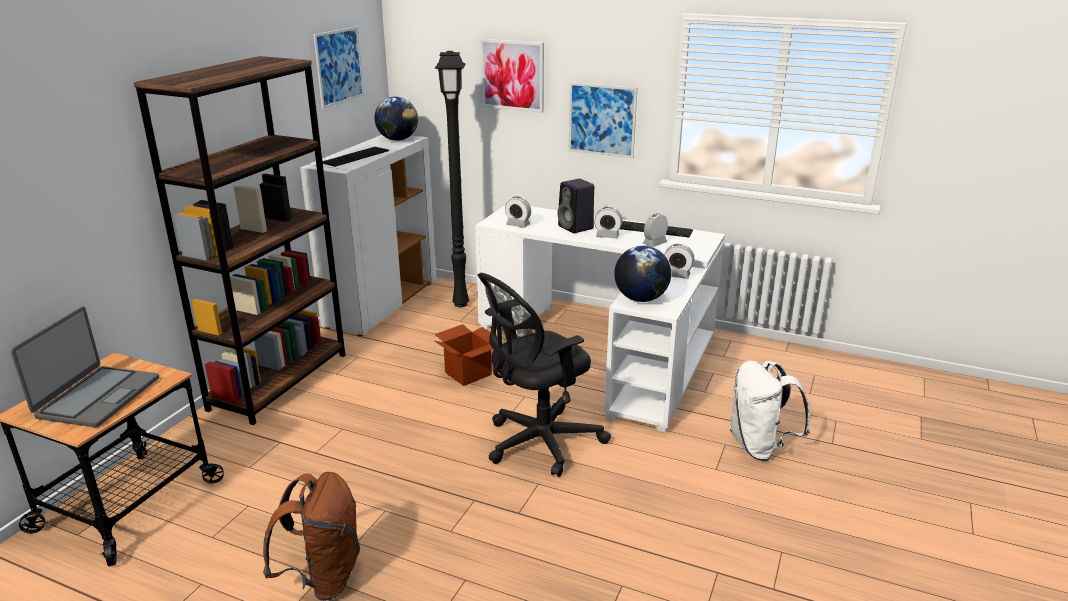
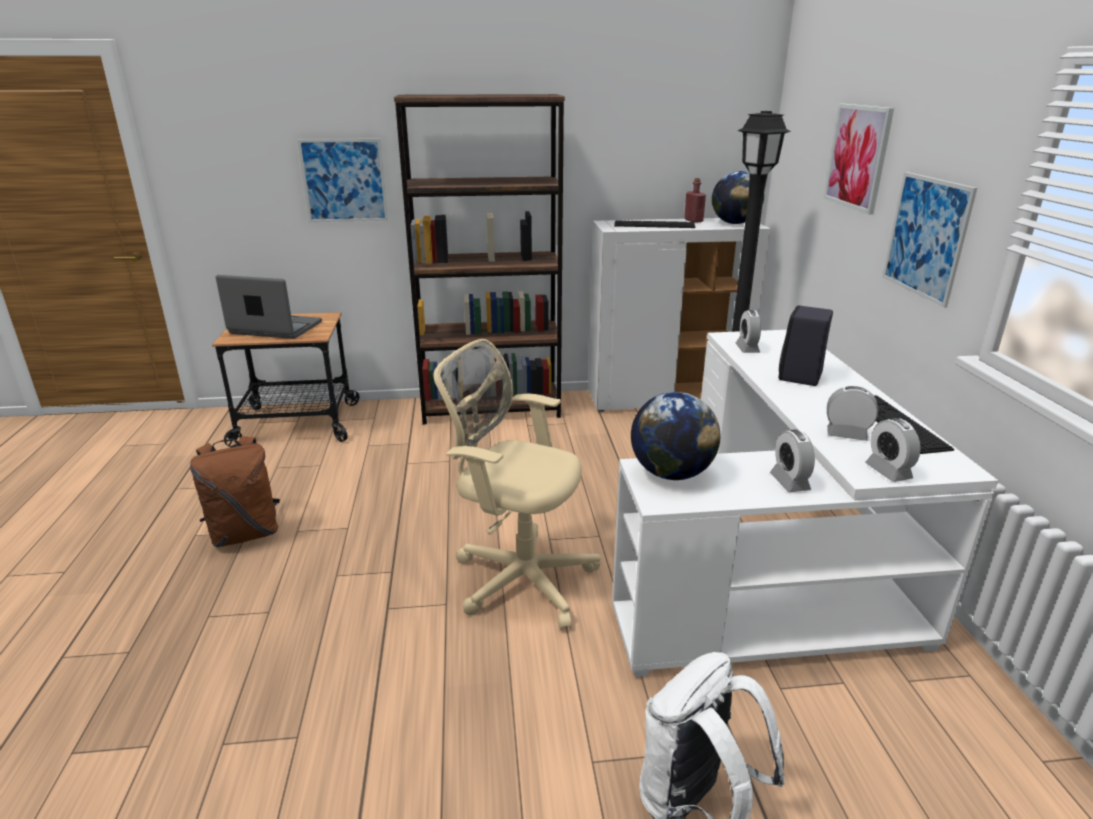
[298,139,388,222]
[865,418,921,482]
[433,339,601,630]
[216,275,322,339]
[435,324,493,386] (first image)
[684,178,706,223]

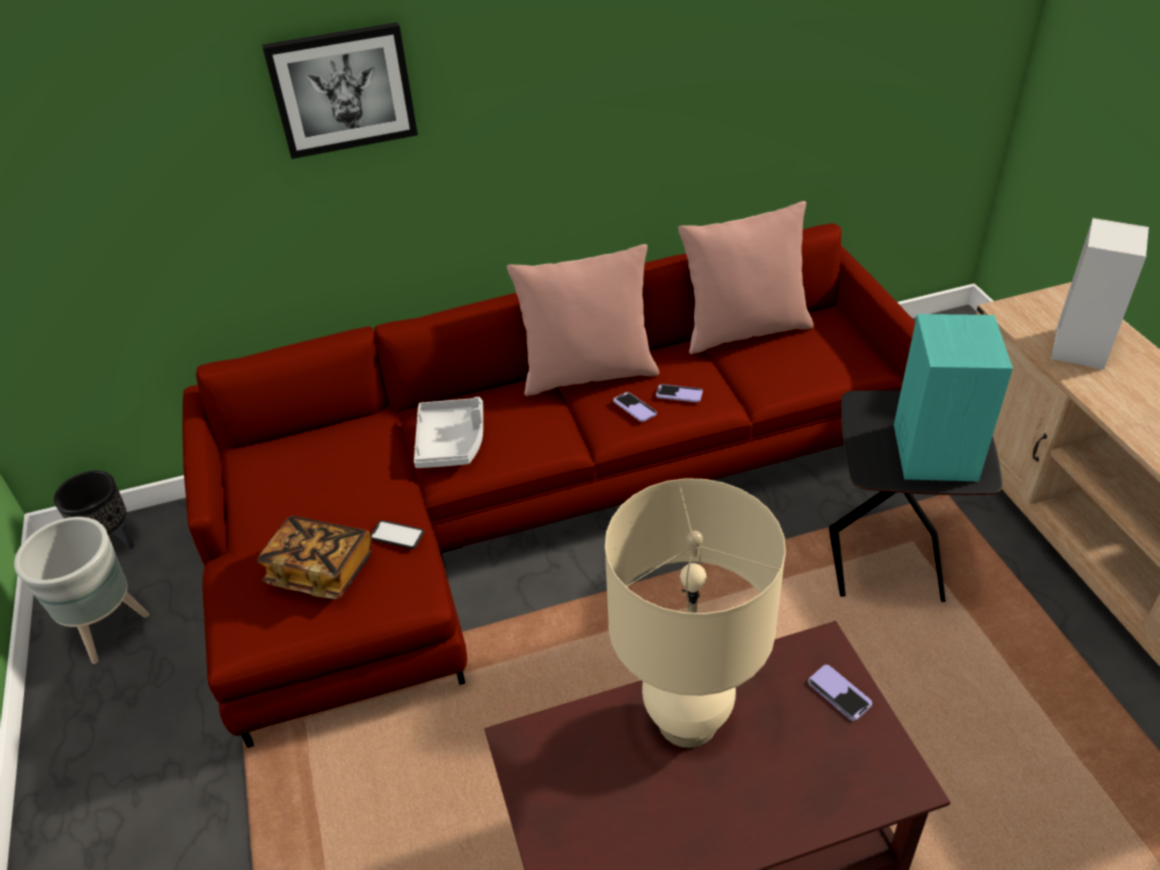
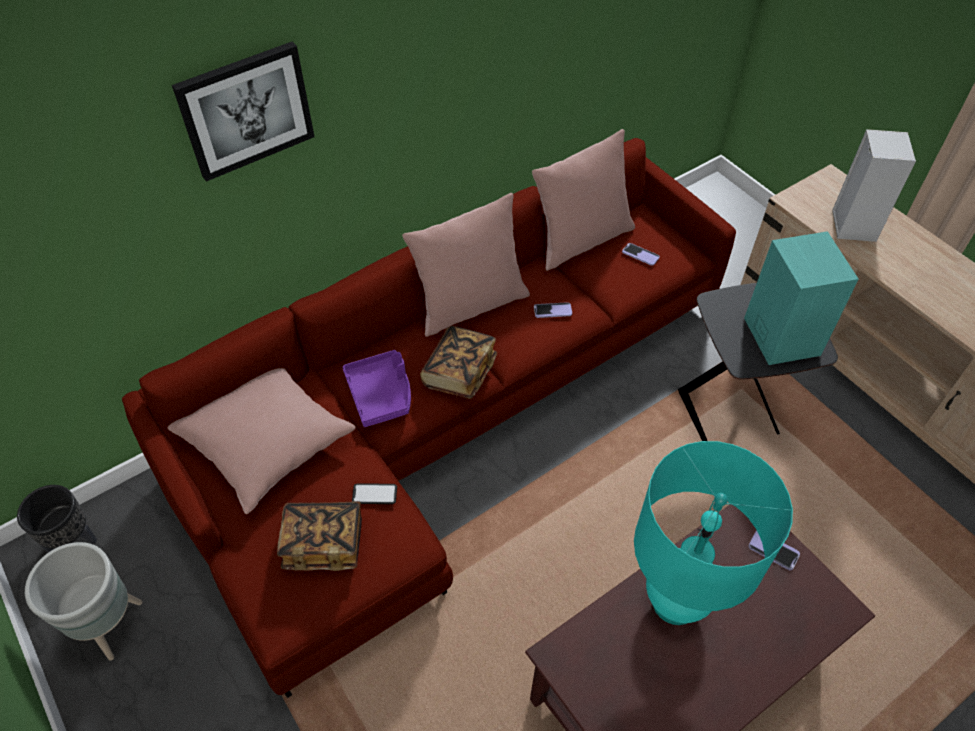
[622,243,660,266]
[342,350,411,427]
[634,441,793,625]
[420,326,497,399]
[167,368,356,514]

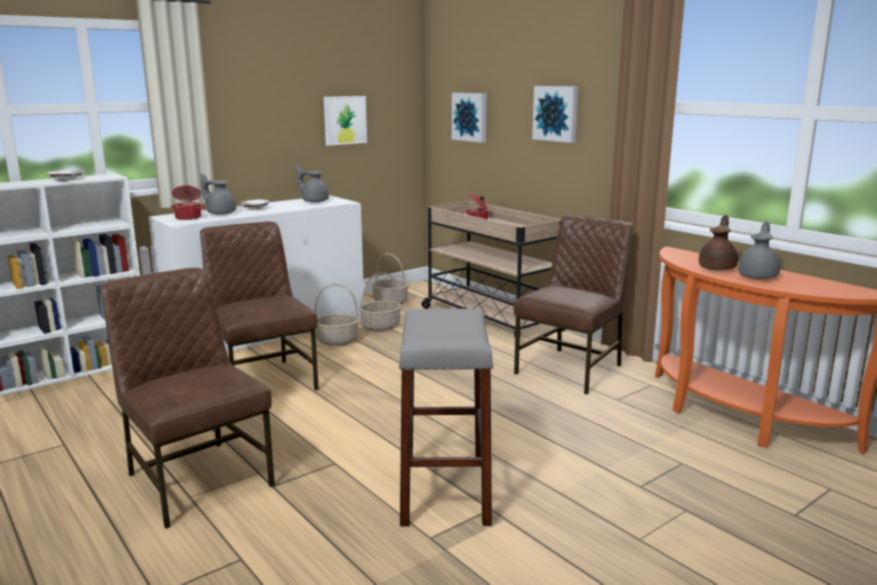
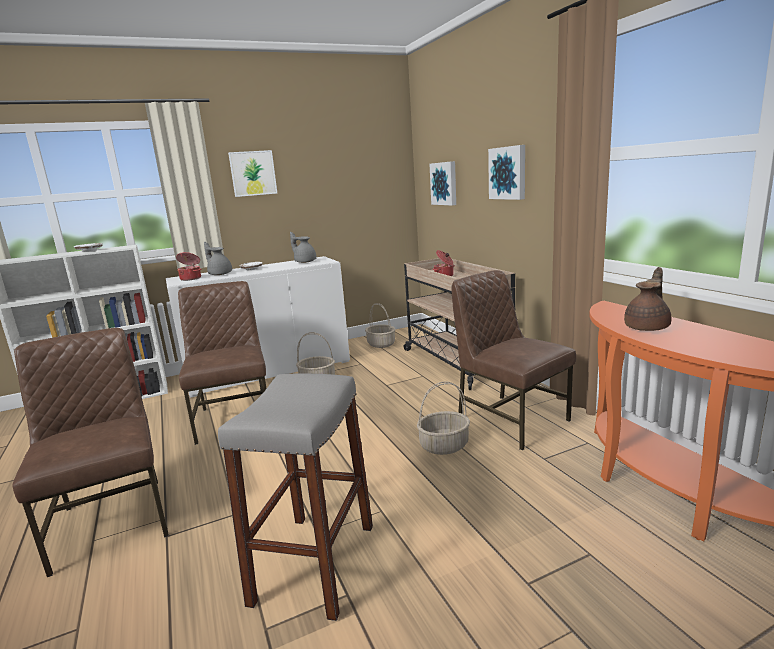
[228,150,277,197]
[451,270,576,450]
[738,221,780,279] (first image)
[417,381,470,455]

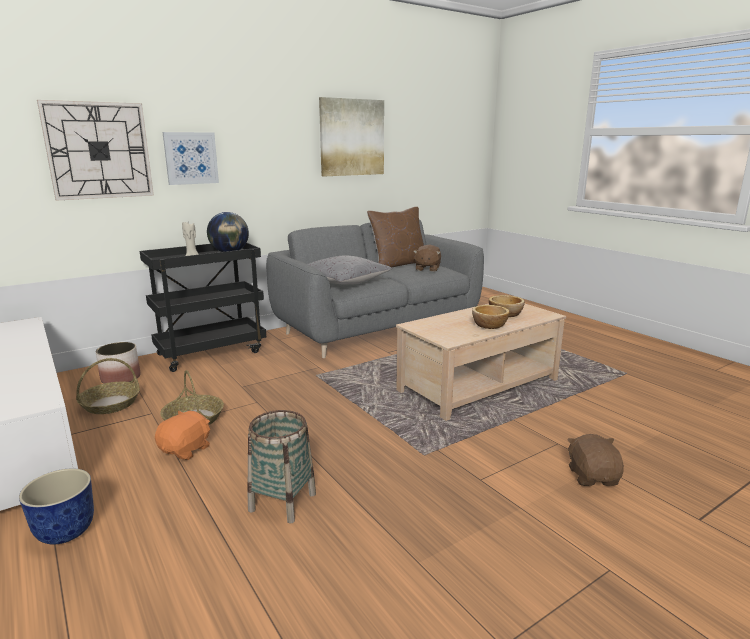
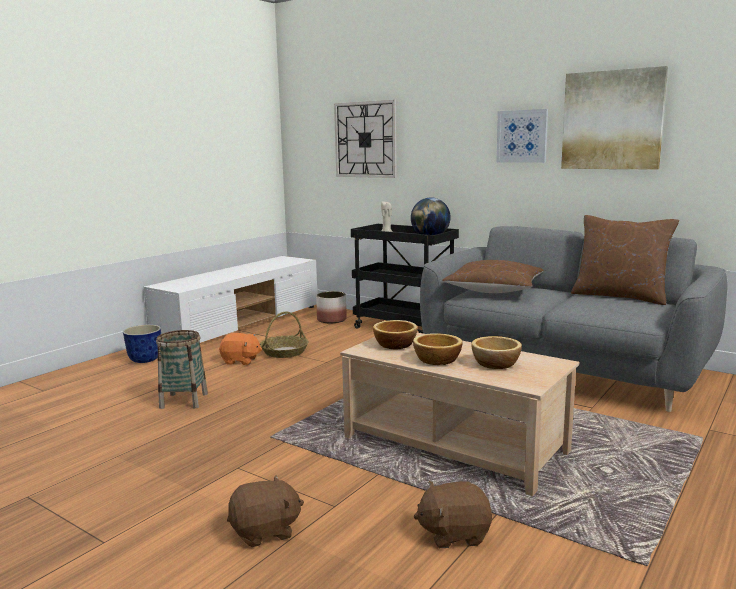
[496,109,548,163]
[413,481,492,548]
[442,260,543,293]
[76,358,140,414] (first image)
[373,320,417,350]

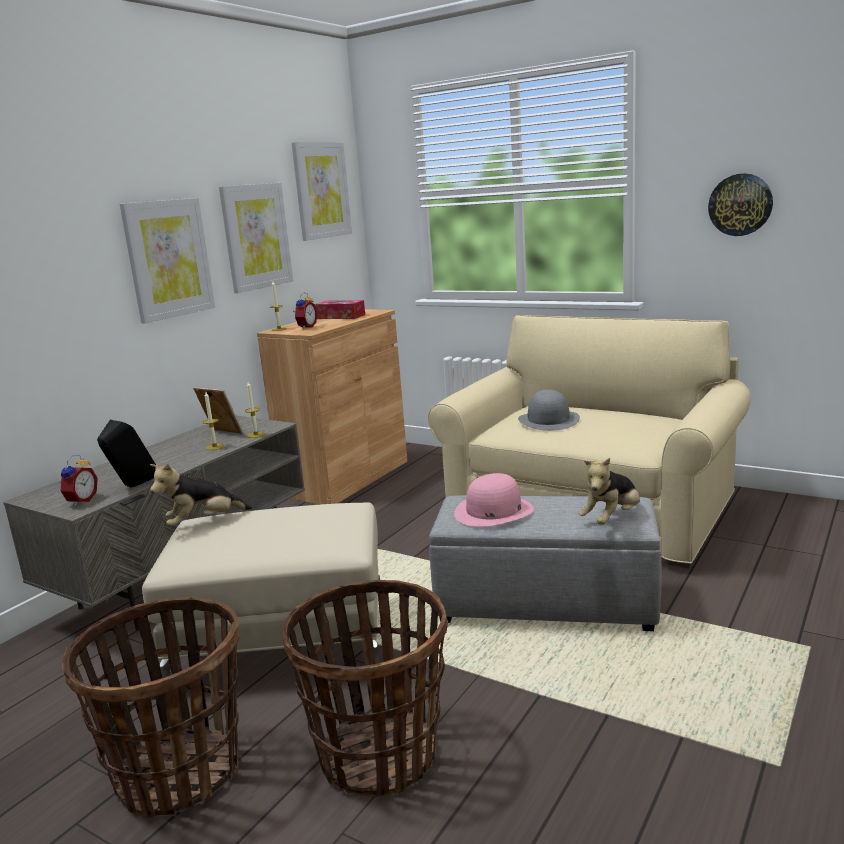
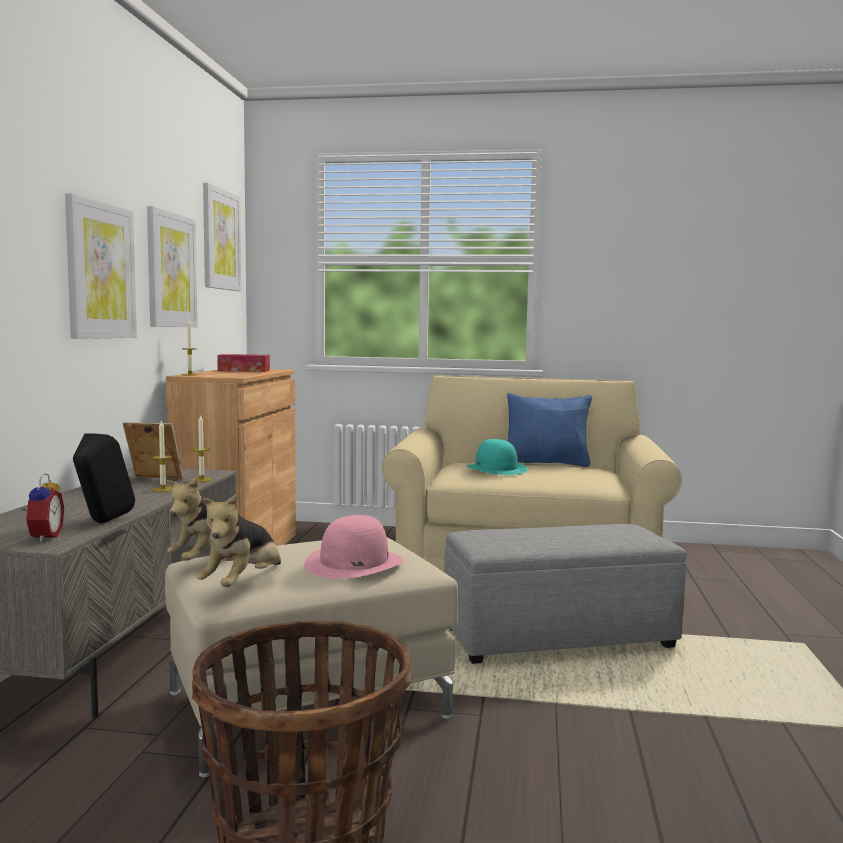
[708,173,773,236] (first image)
[293,292,317,329] (first image)
[466,439,528,475]
[196,494,281,587]
[304,515,403,579]
[282,580,448,797] (first image)
[507,393,592,467]

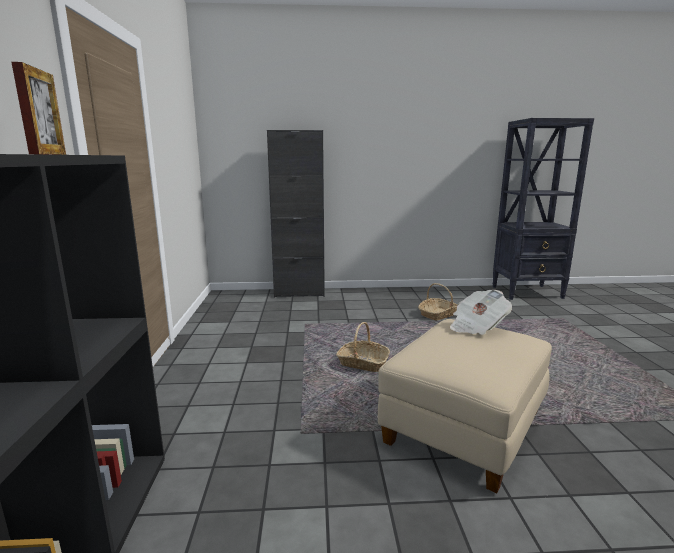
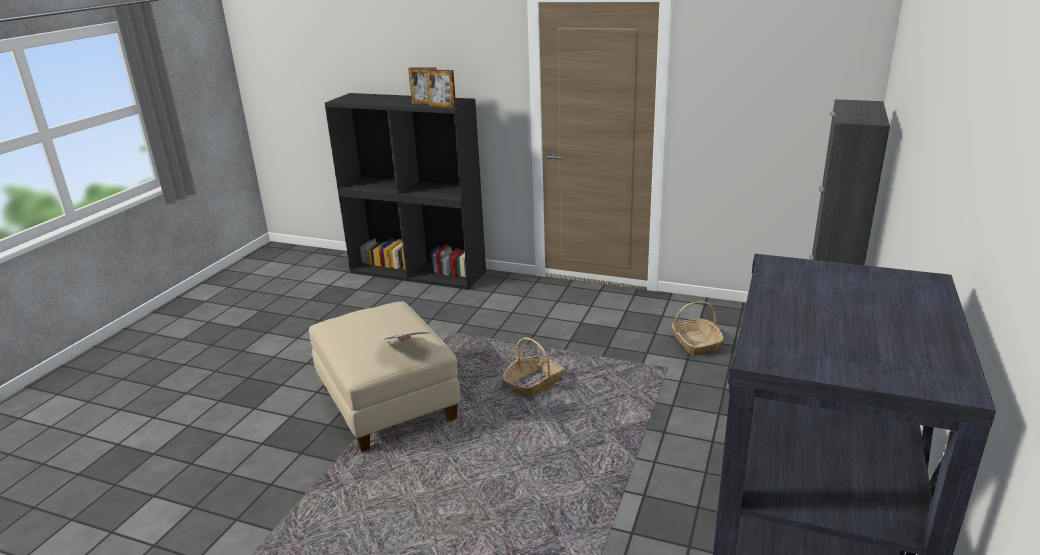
[671,301,723,355]
[426,69,456,108]

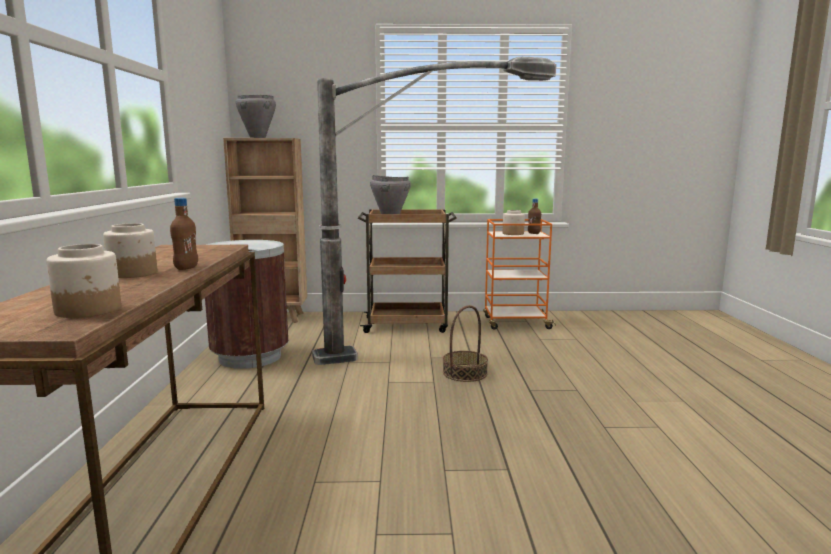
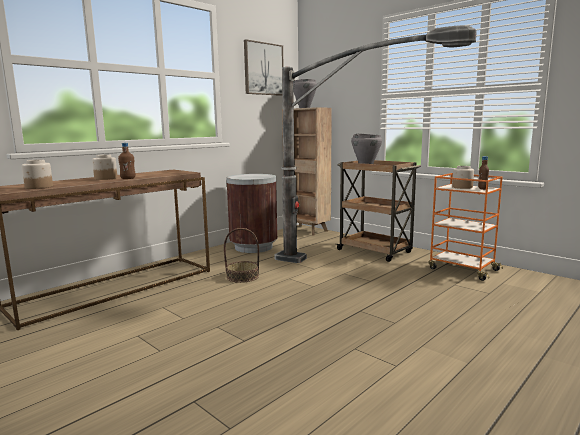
[224,228,259,283]
[244,39,284,96]

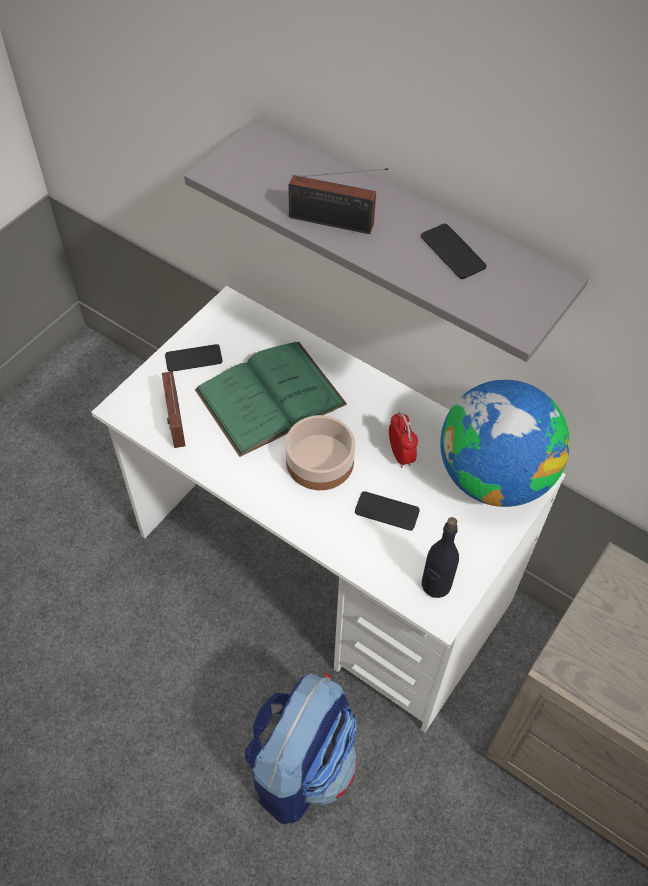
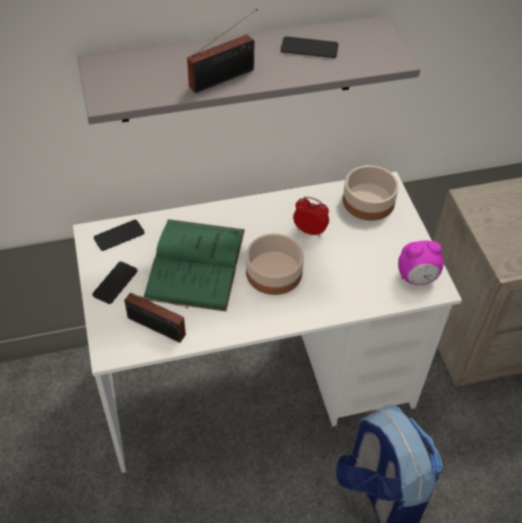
[343,165,399,221]
[94,220,145,251]
[398,240,444,285]

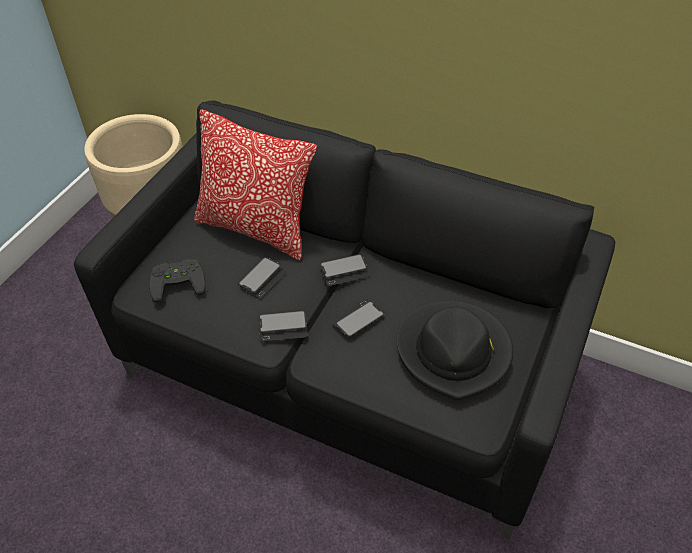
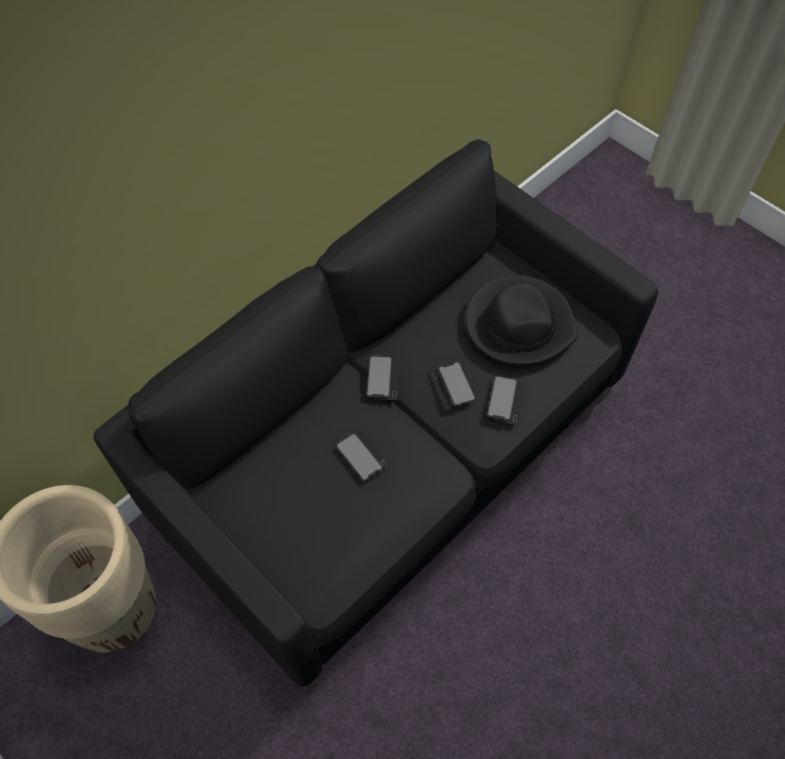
[194,109,317,261] (first image)
[149,259,206,302] (first image)
[487,376,525,425]

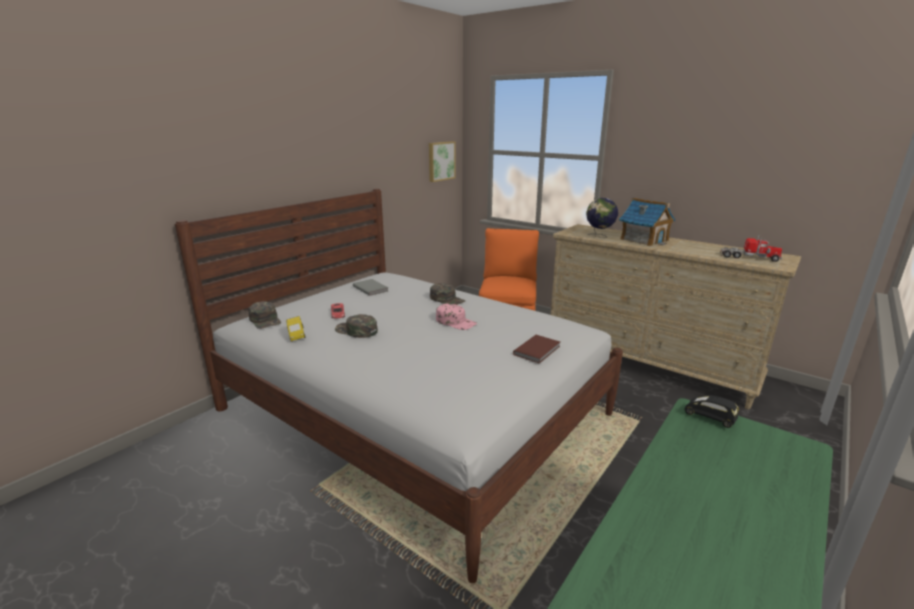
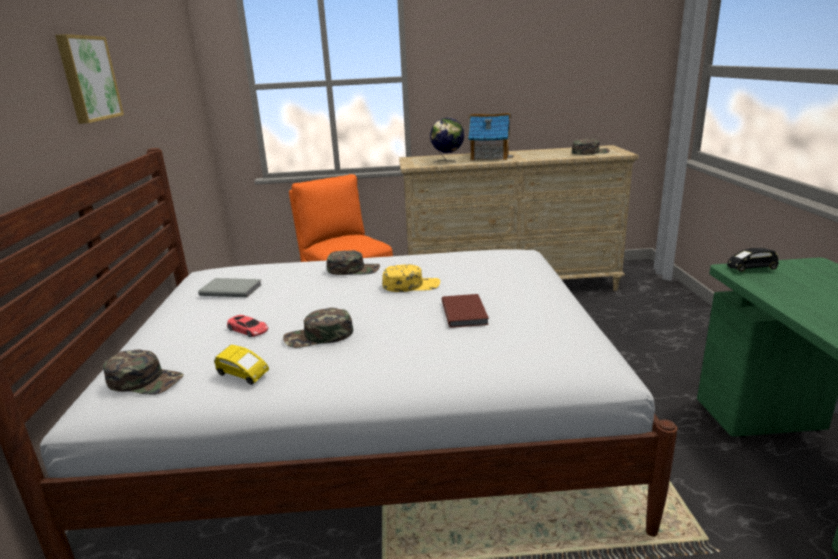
[55,34,124,124]
[572,138,610,155]
[382,264,440,292]
[442,294,489,328]

